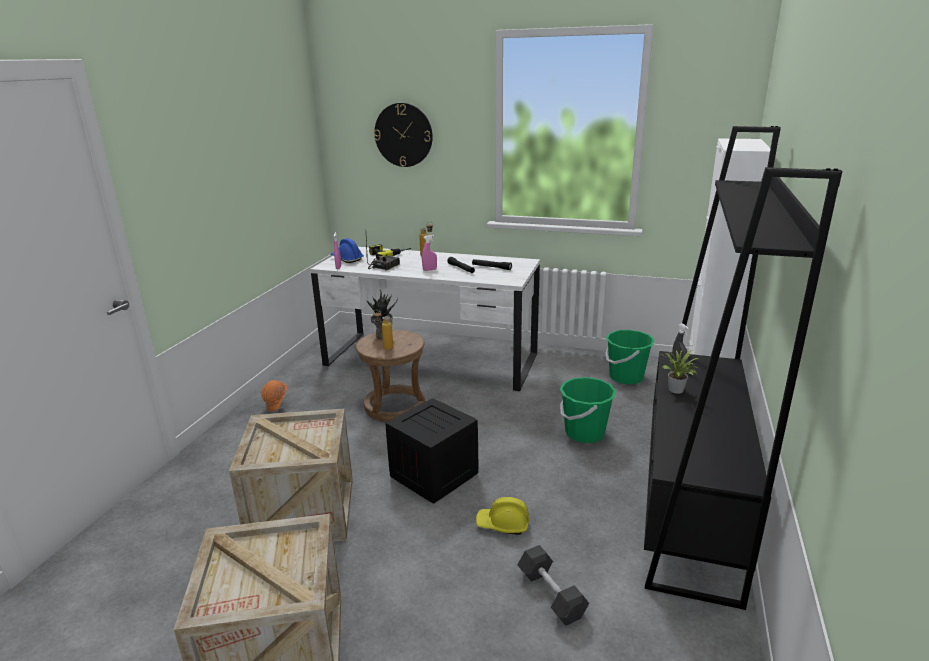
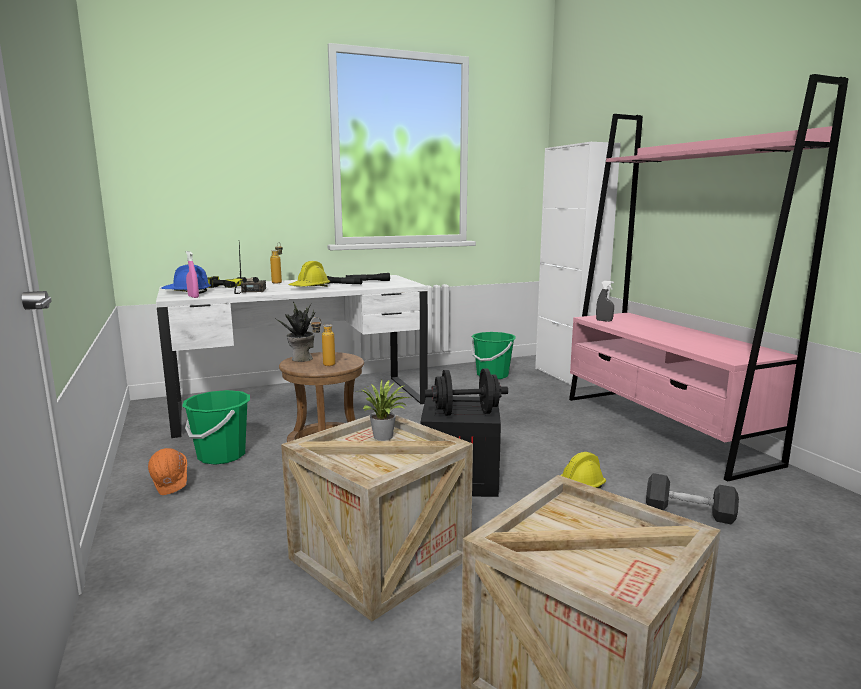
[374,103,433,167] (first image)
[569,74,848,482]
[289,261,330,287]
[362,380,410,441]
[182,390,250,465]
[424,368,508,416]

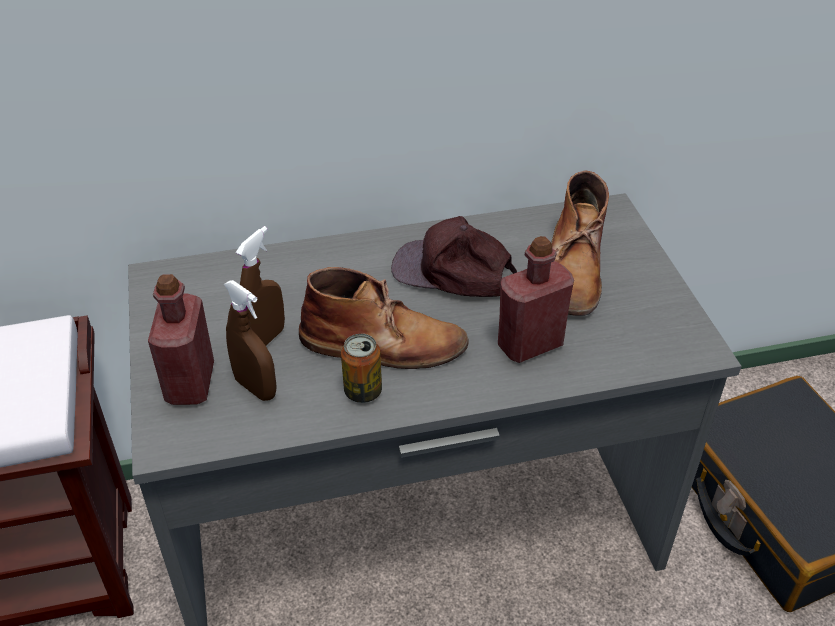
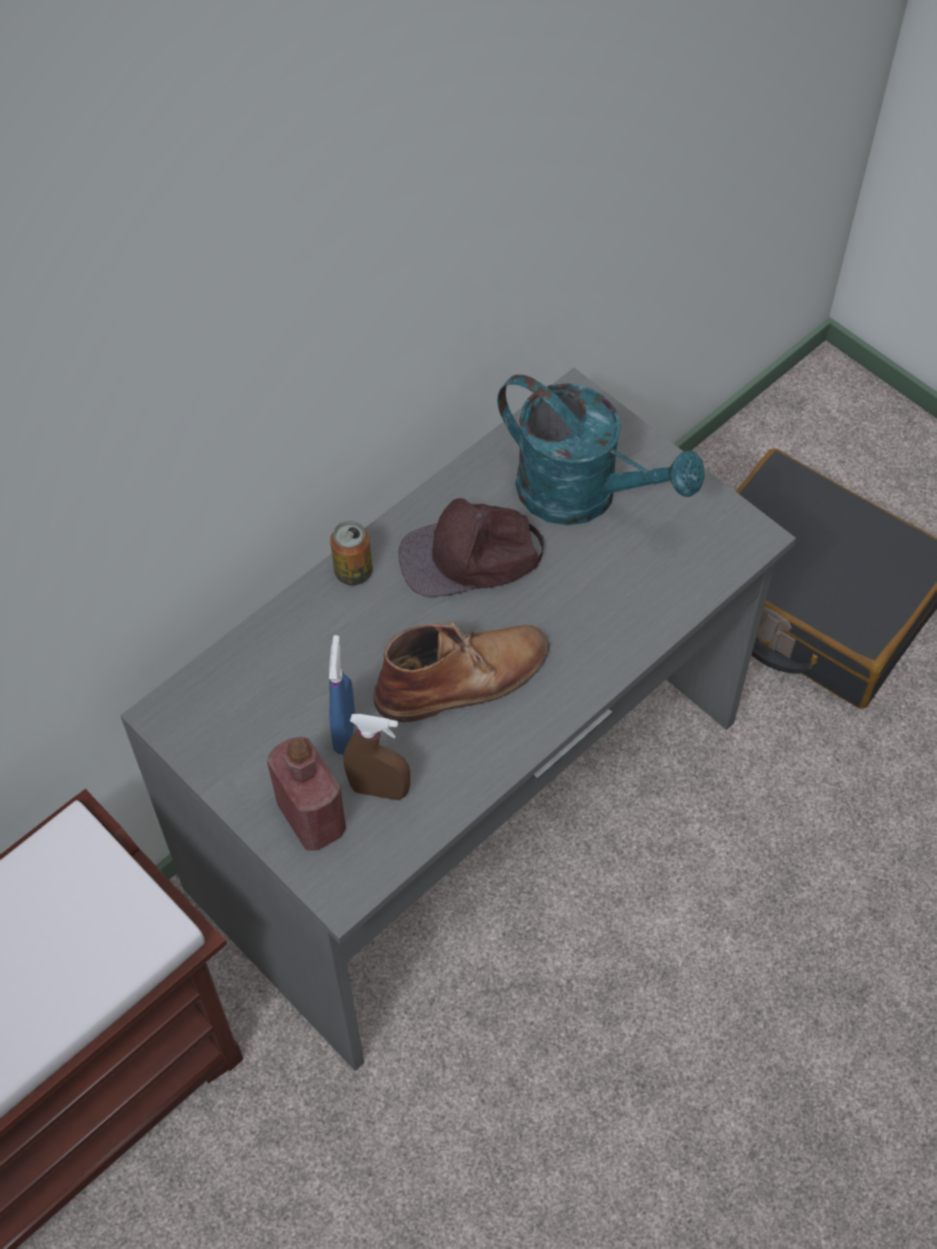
[497,375,705,526]
[329,635,355,755]
[498,236,574,363] (first image)
[330,521,373,585]

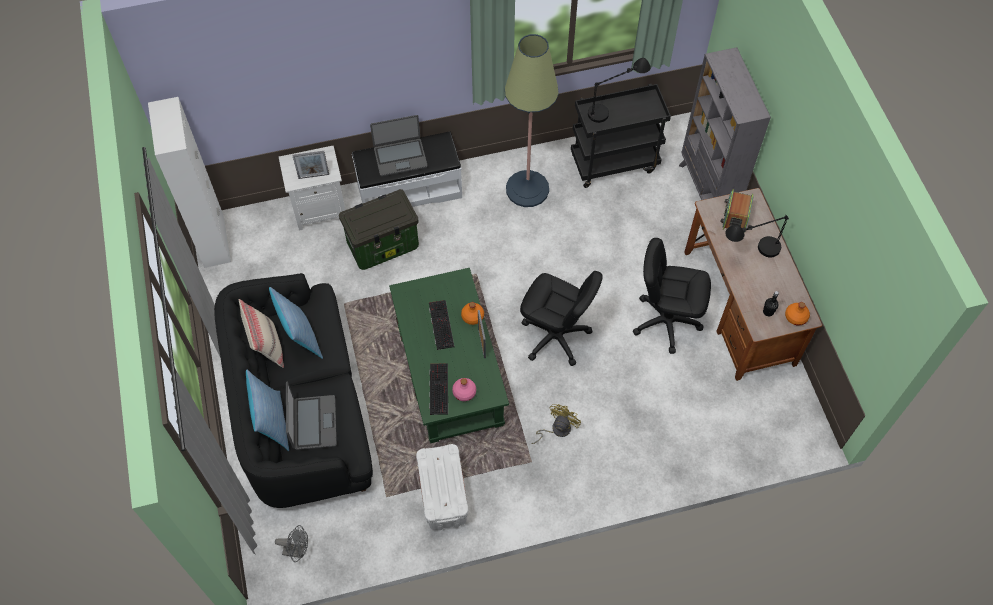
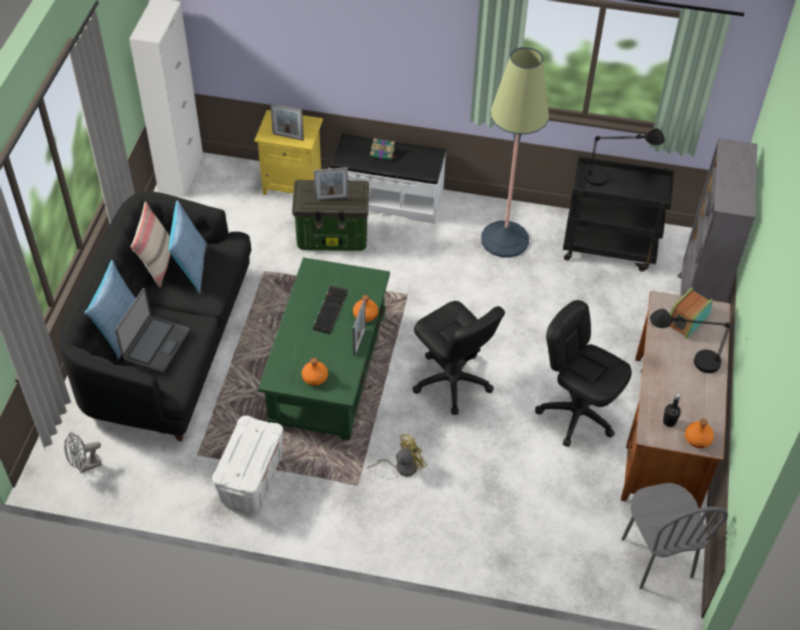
[370,138,396,161]
[254,110,323,195]
[429,364,448,415] (first image)
[302,358,328,386]
[64,432,102,473]
[314,167,348,200]
[622,483,728,589]

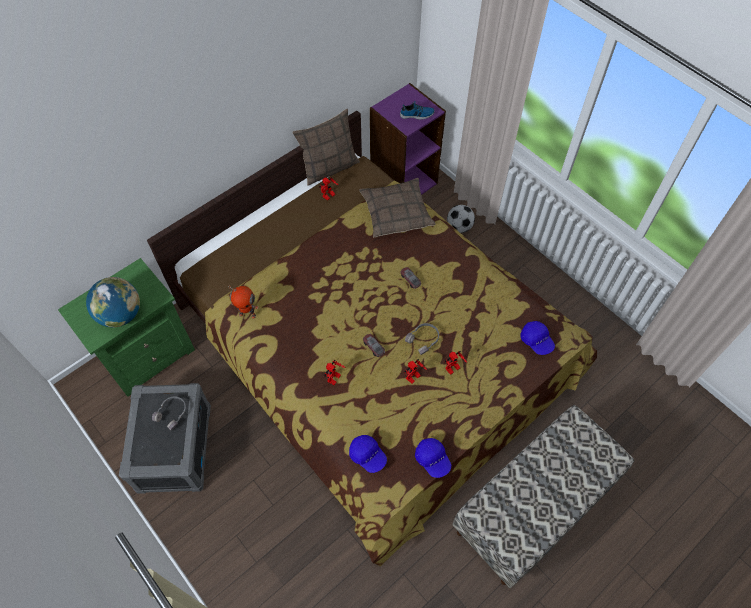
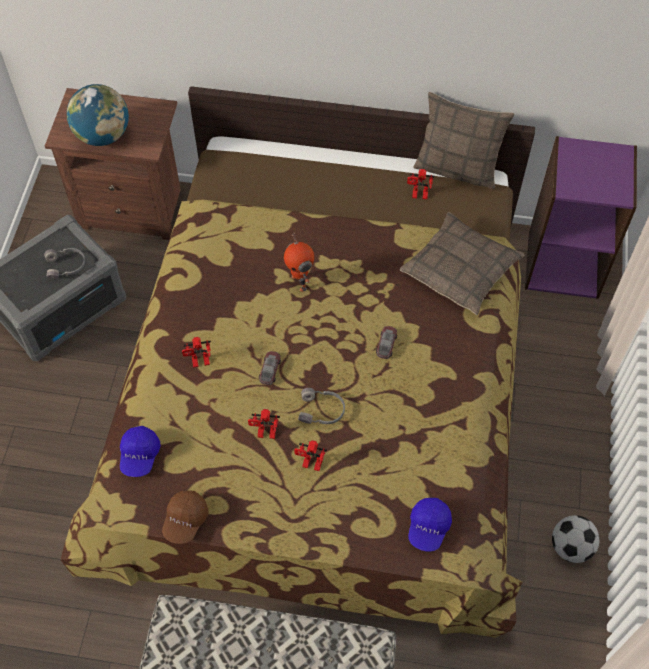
[400,101,435,120] (first image)
[552,515,600,563]
[45,88,181,240]
[284,233,314,292]
[162,490,209,544]

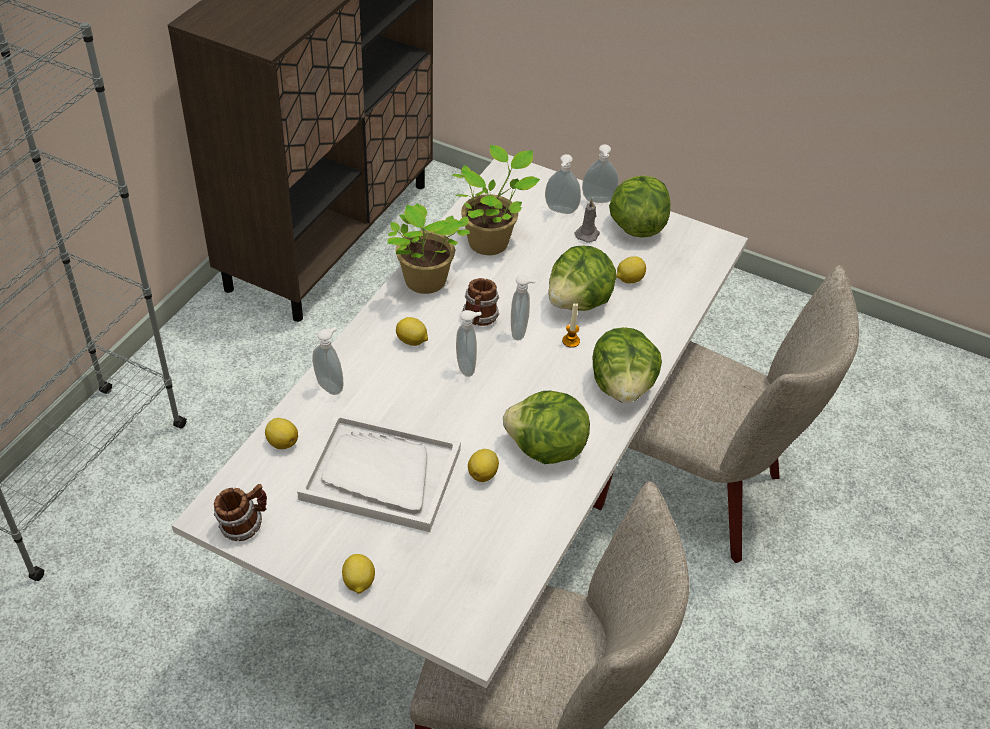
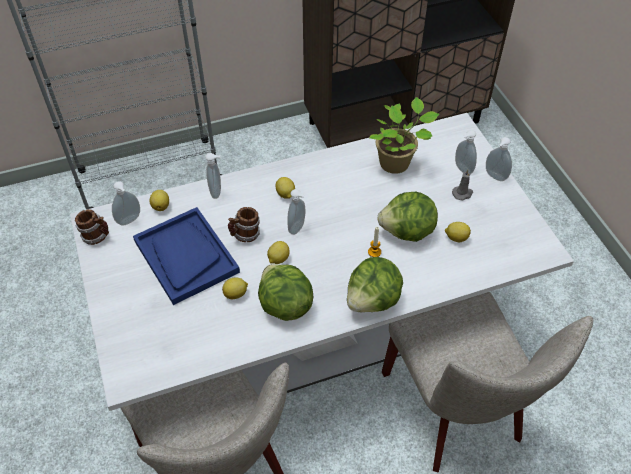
[609,175,671,238] (first image)
[387,203,470,294] (first image)
[112,181,140,226]
[228,207,260,242]
[133,207,240,305]
[267,241,290,264]

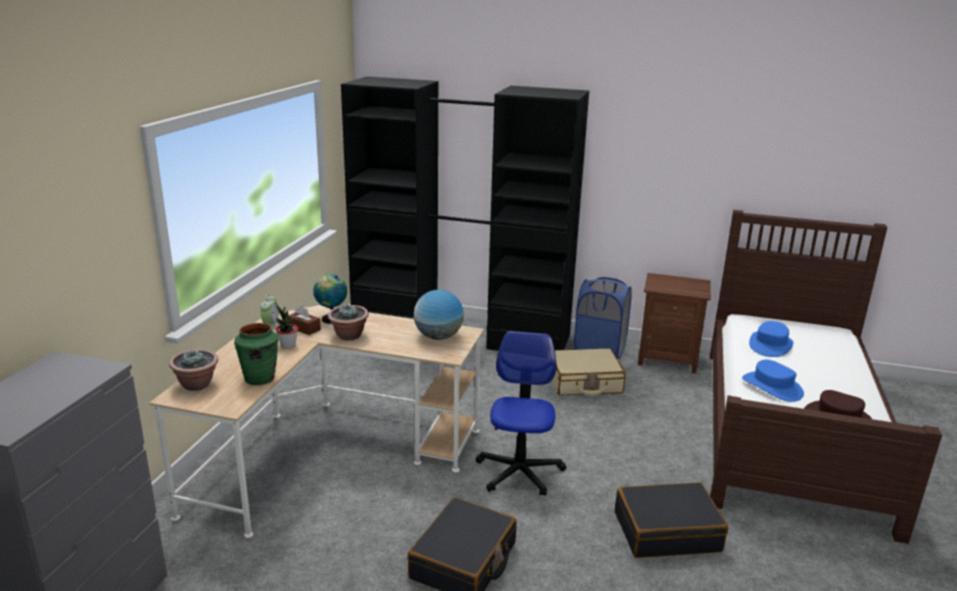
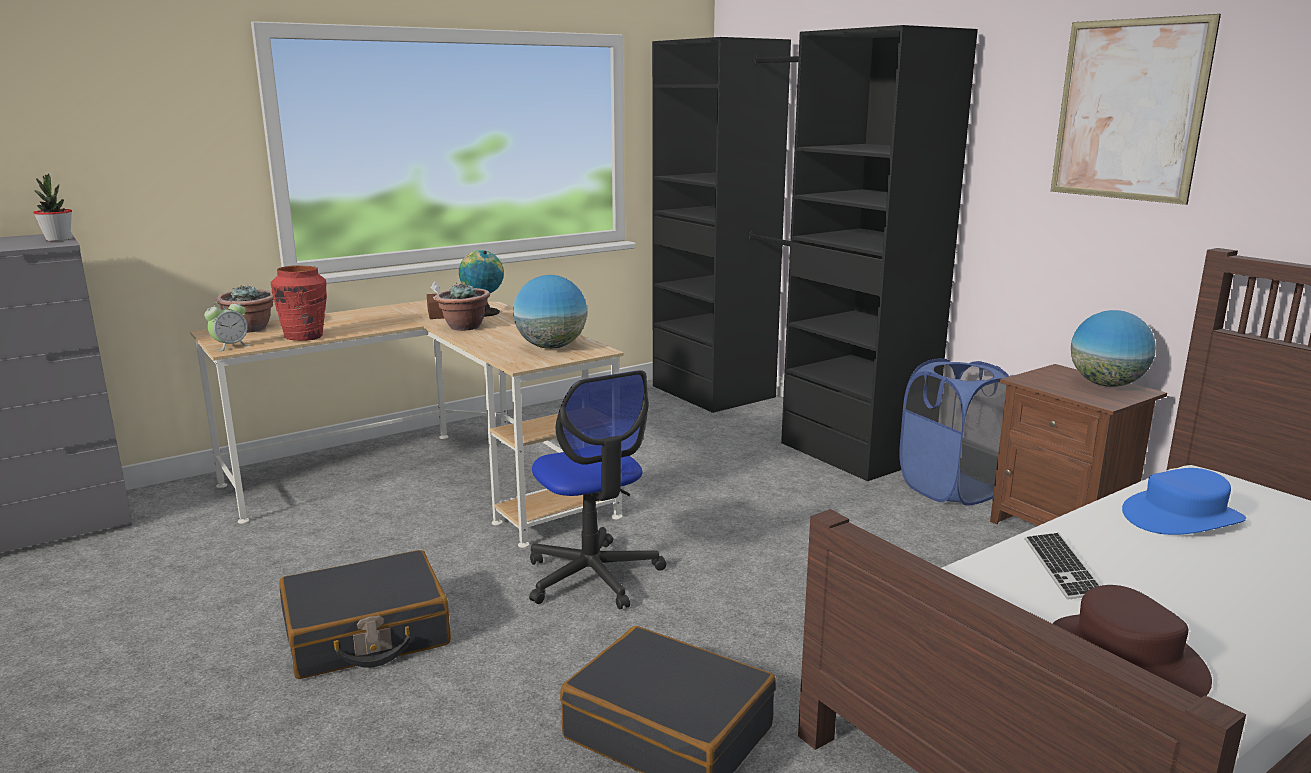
[204,299,250,352]
[33,174,72,241]
[271,266,327,341]
[529,370,666,610]
[552,348,626,396] (first image)
[1025,533,1101,600]
[1051,14,1221,205]
[1071,310,1156,387]

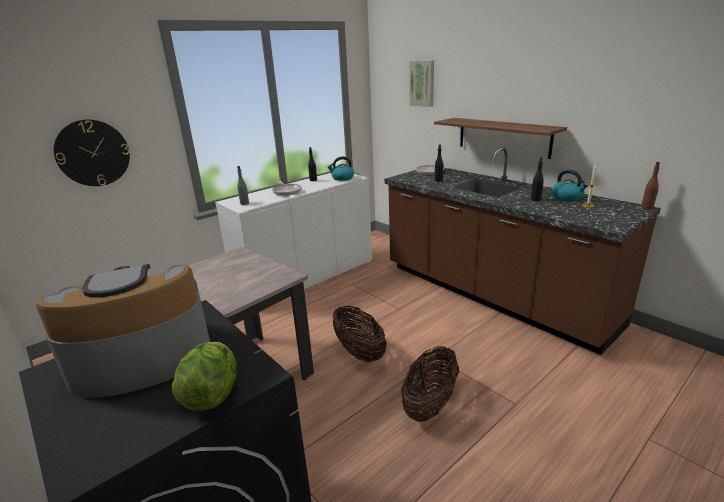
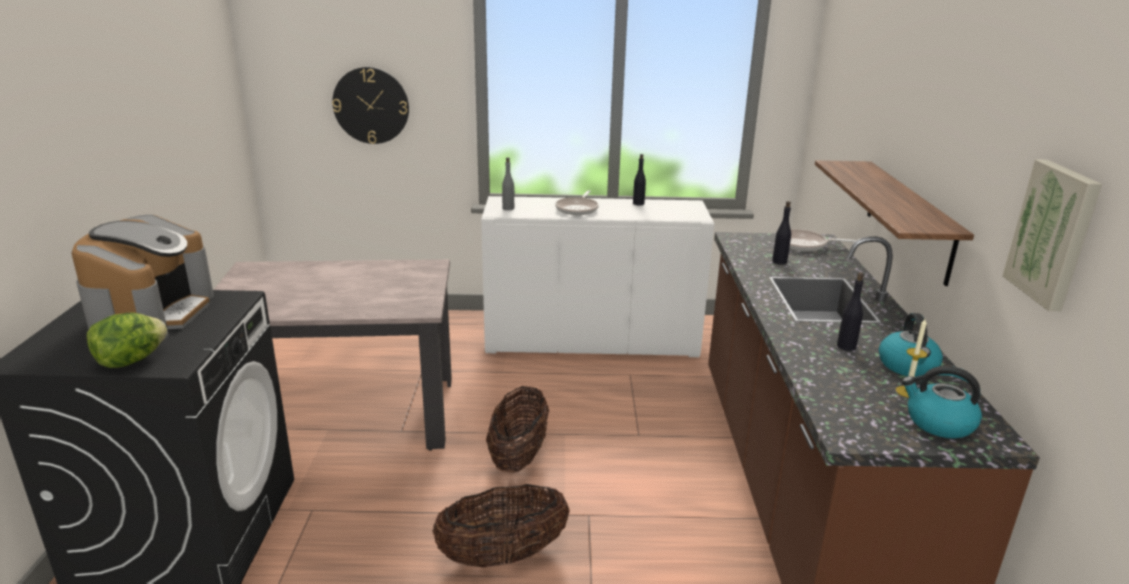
[1003,159,1102,311]
[902,366,982,439]
[641,162,660,210] (first image)
[71,215,214,339]

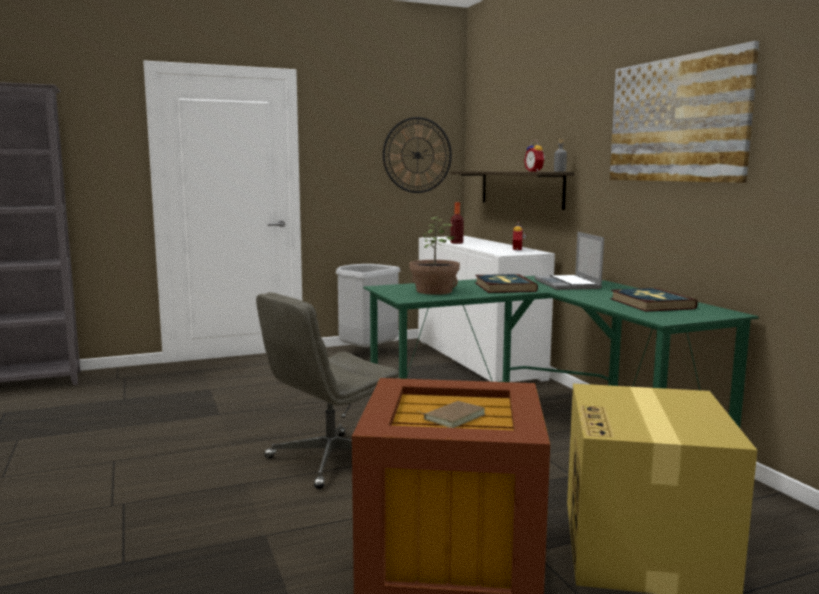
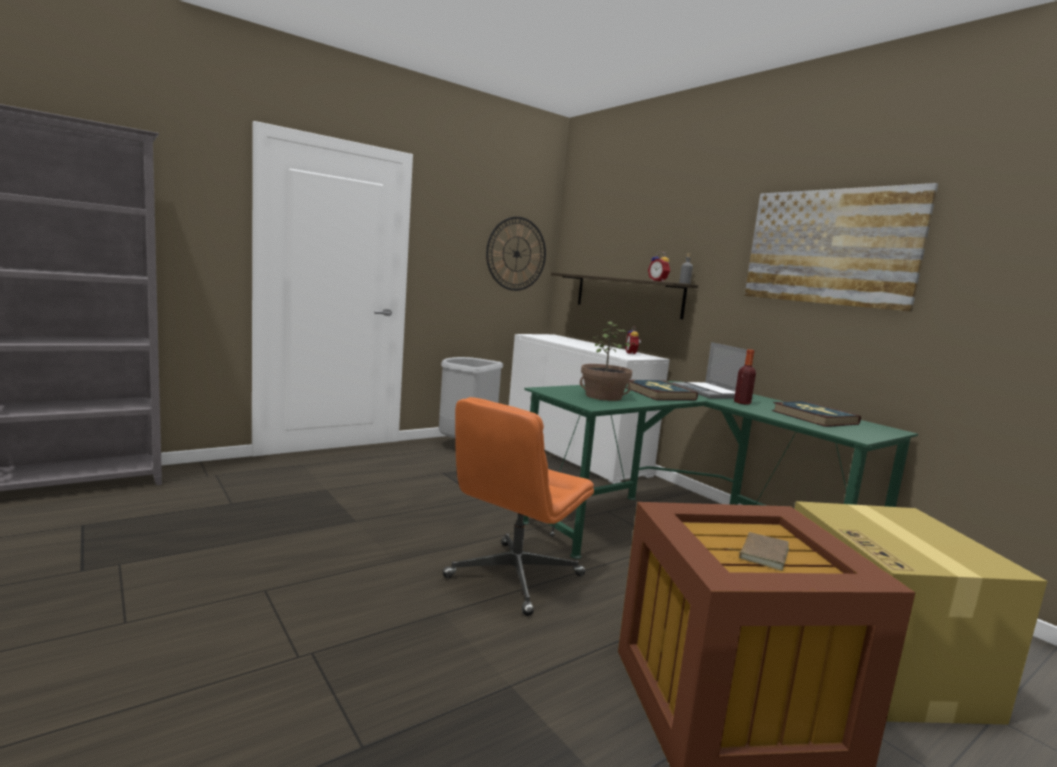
[734,349,756,404]
[443,397,594,616]

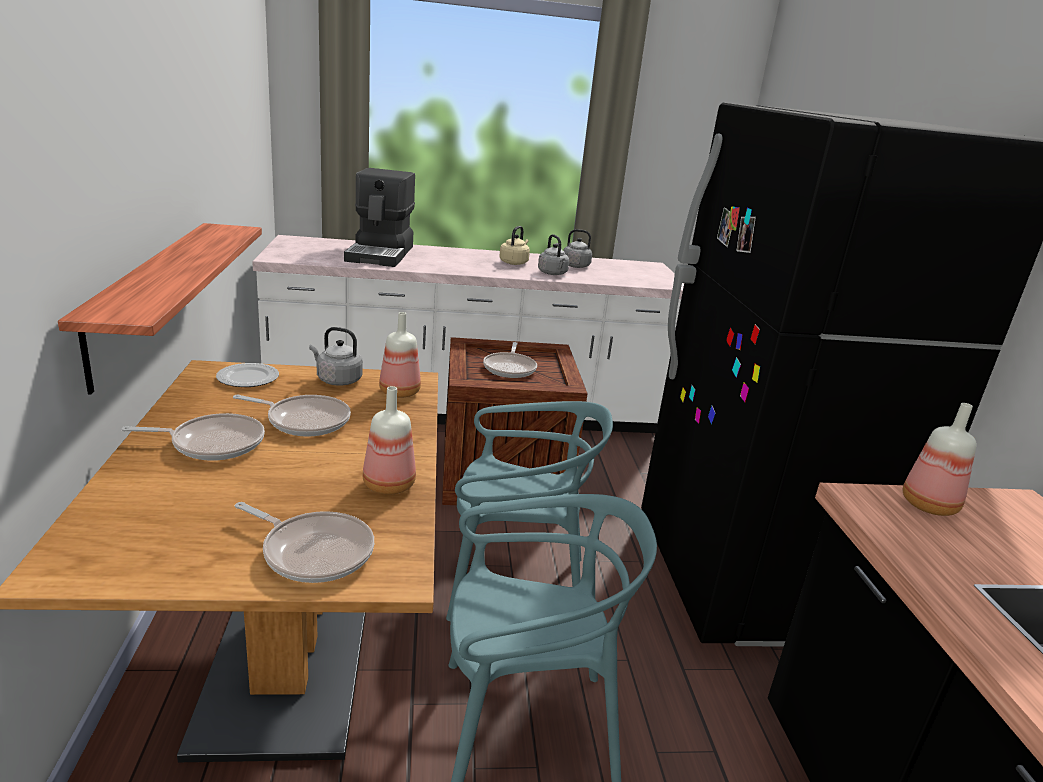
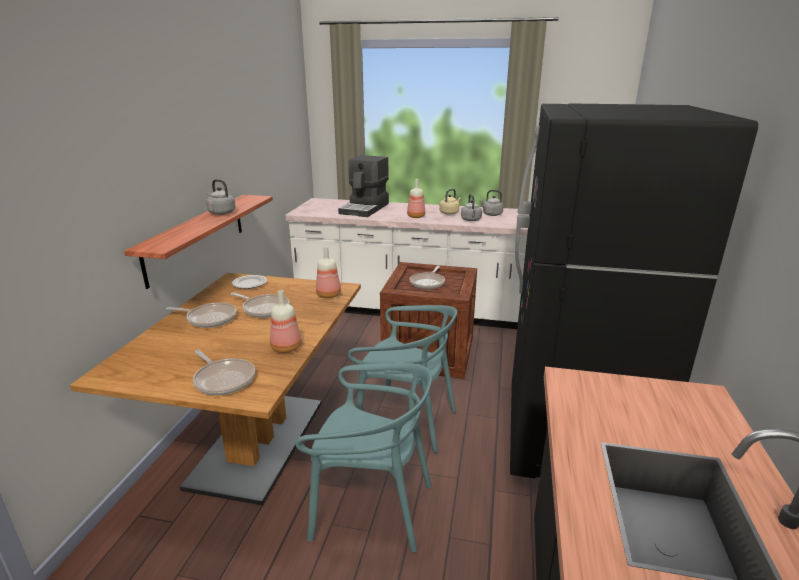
[206,179,236,215]
[407,179,425,218]

